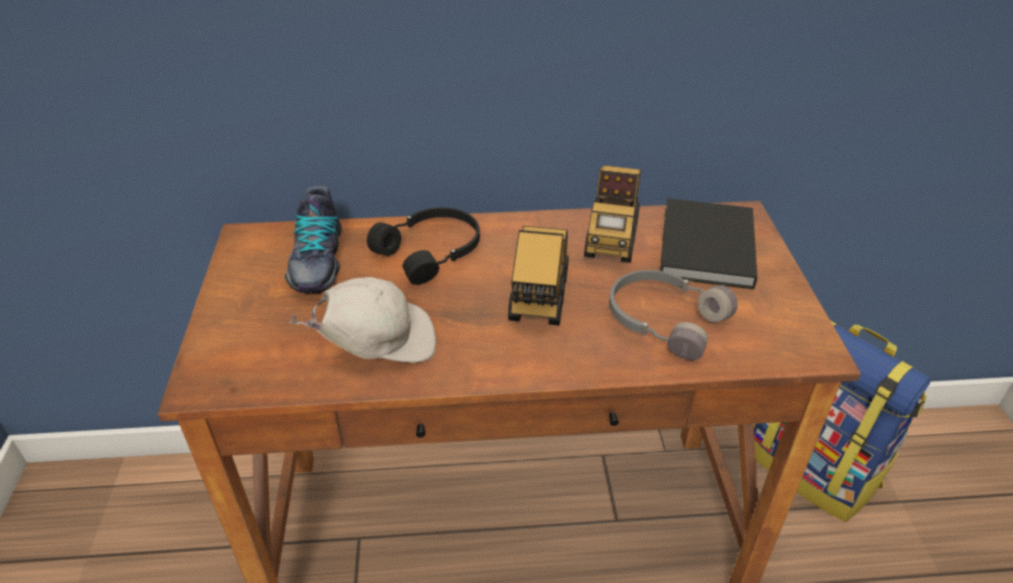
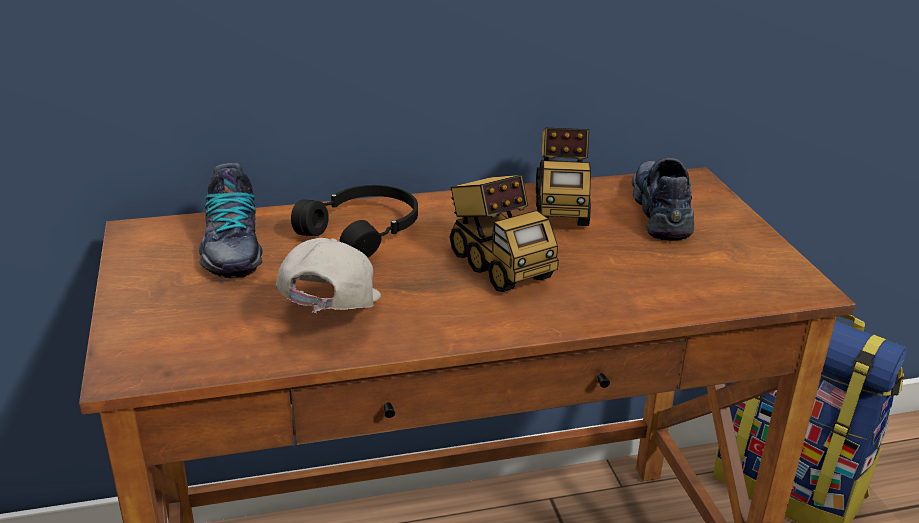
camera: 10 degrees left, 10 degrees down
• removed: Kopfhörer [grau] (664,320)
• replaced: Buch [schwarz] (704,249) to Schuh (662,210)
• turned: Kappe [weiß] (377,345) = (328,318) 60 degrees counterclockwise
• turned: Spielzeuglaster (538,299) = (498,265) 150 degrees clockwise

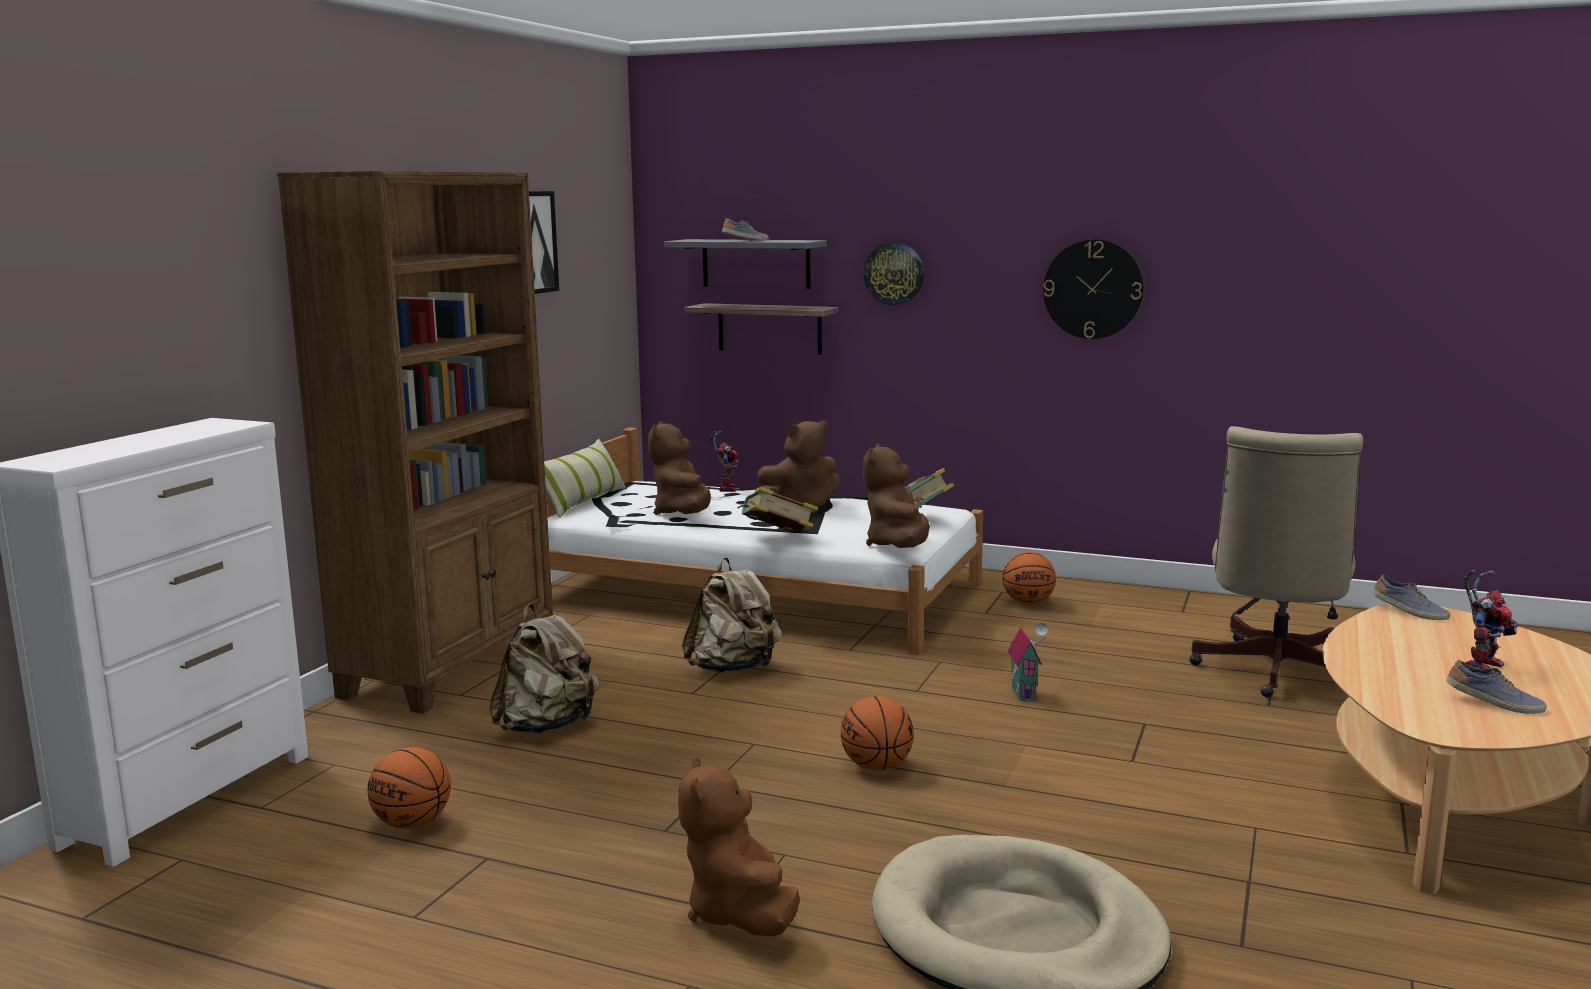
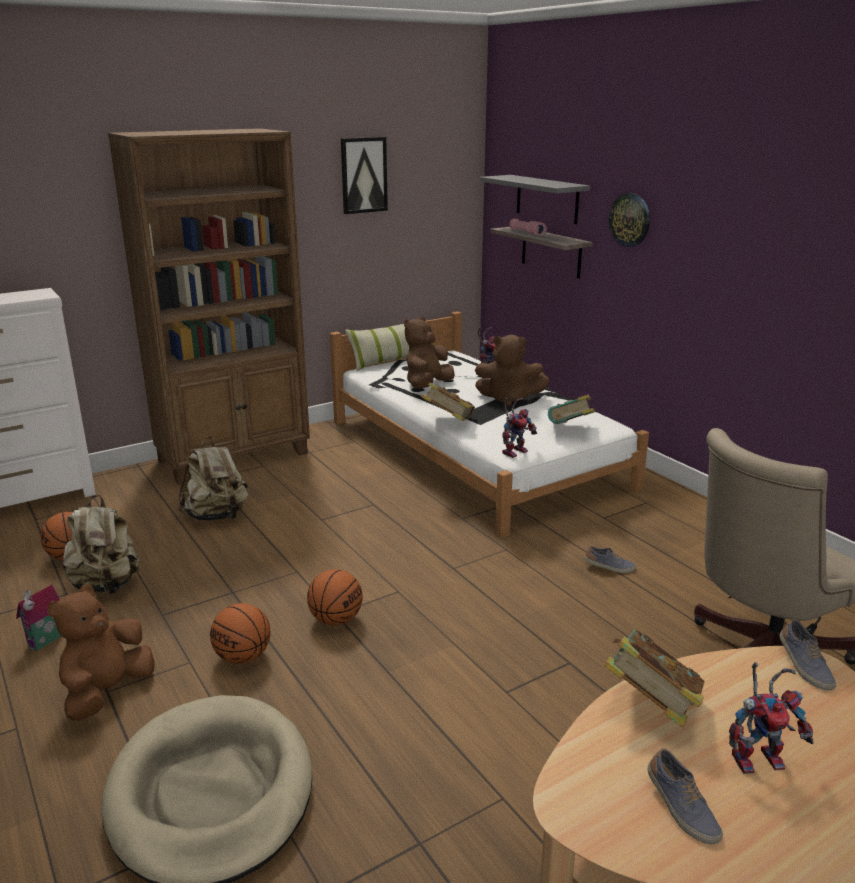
camera: 35 degrees right, 10 degrees up
• removed: Wanduhr (1093,289)
• added: Taschenlampe [rosa] (527,232)
• added: Buch (650,705)
• moved: Rucksack [beige] (733,669) to (106,585)
• moved: Schuh (746,240) to (609,568)
• moved: Basketball (1028,603) to (243,657)
• moved: Spielzeughaus (1026,693) to (47,641)
• replaced: Plüschtier [braun] (898,546) to Spielzeugroboter (515,451)

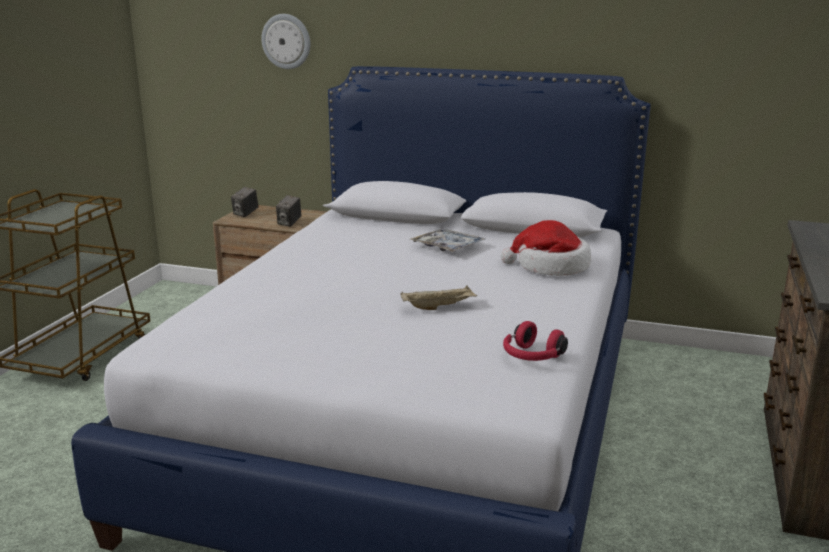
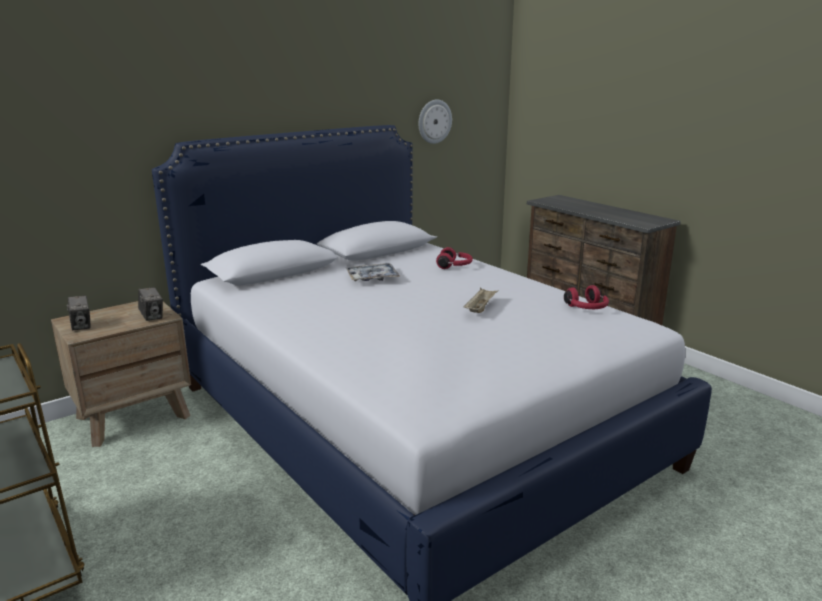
camera: 55 degrees left, 0 degrees up
• moved: Wanduhr (286,41) to (434,121)
• replaced: Hut (550,266) to Kopfhörer [rot] (455,266)

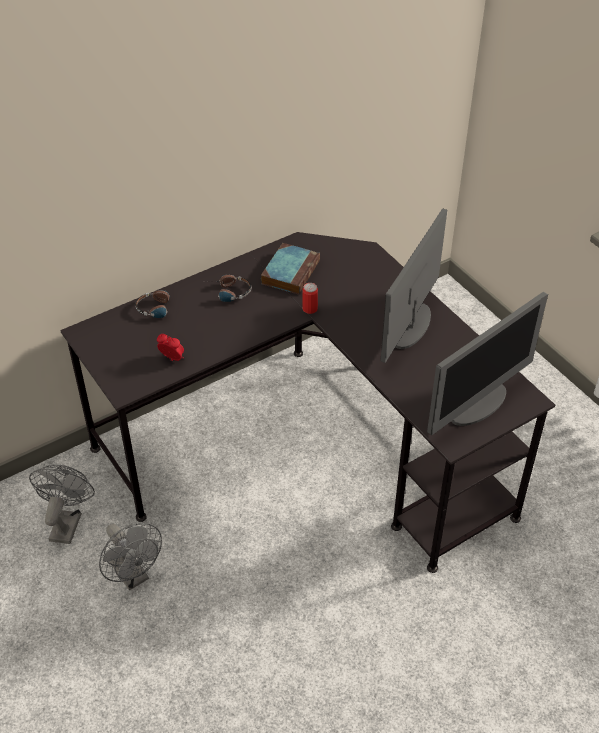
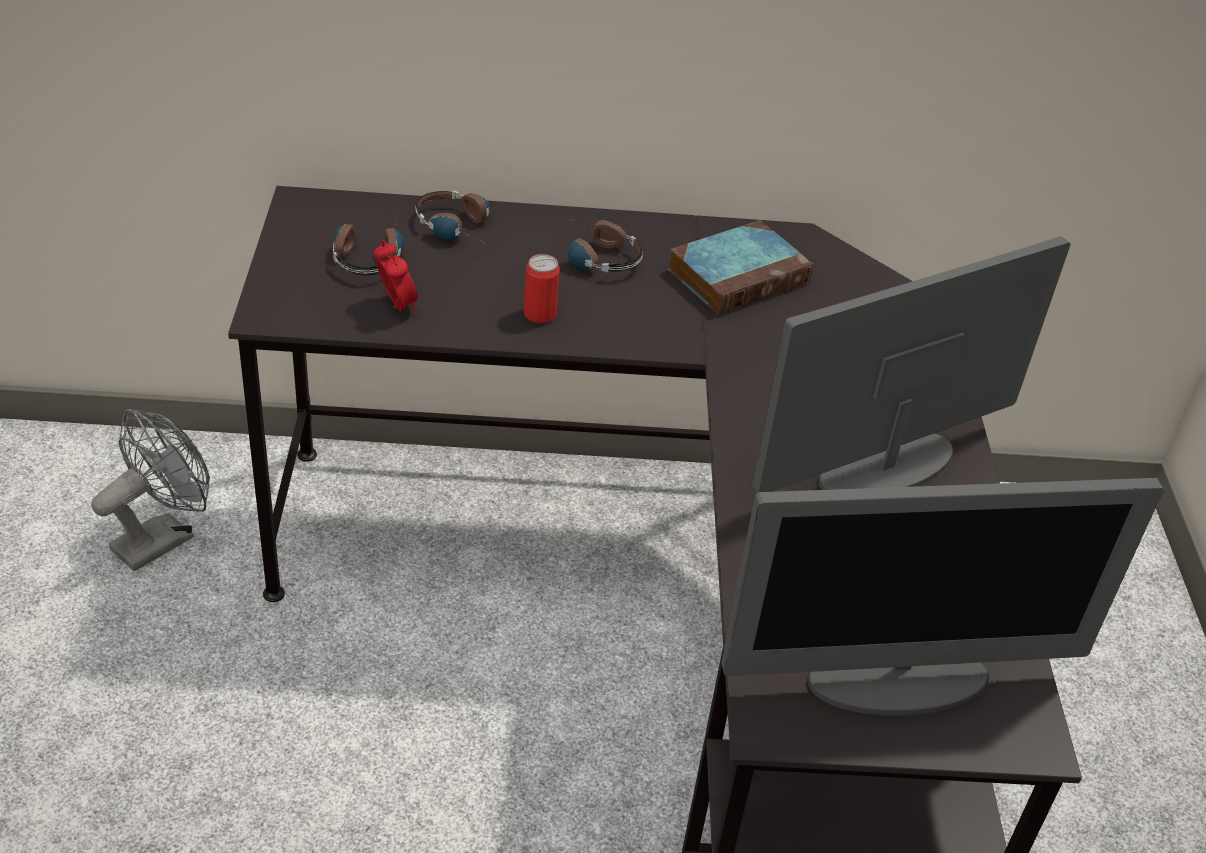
camera: 30 degrees right, 5 degrees down
• removed: Ventilator [grau] (133,576)
• added: Kopfhörer (368,254)
• moved: Dose (310,309) to (540,314)

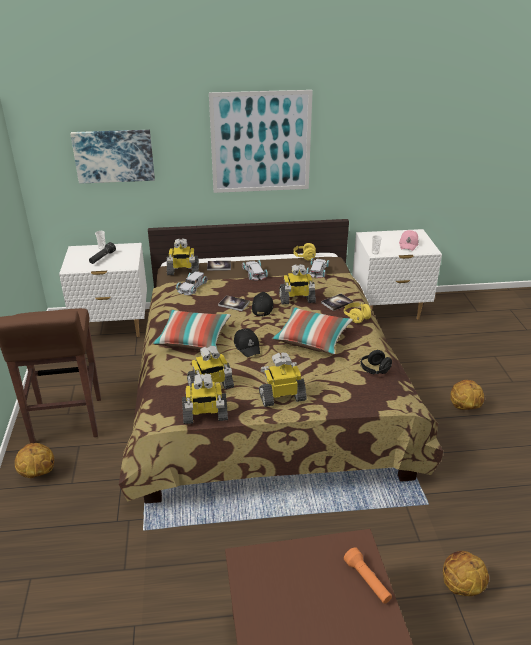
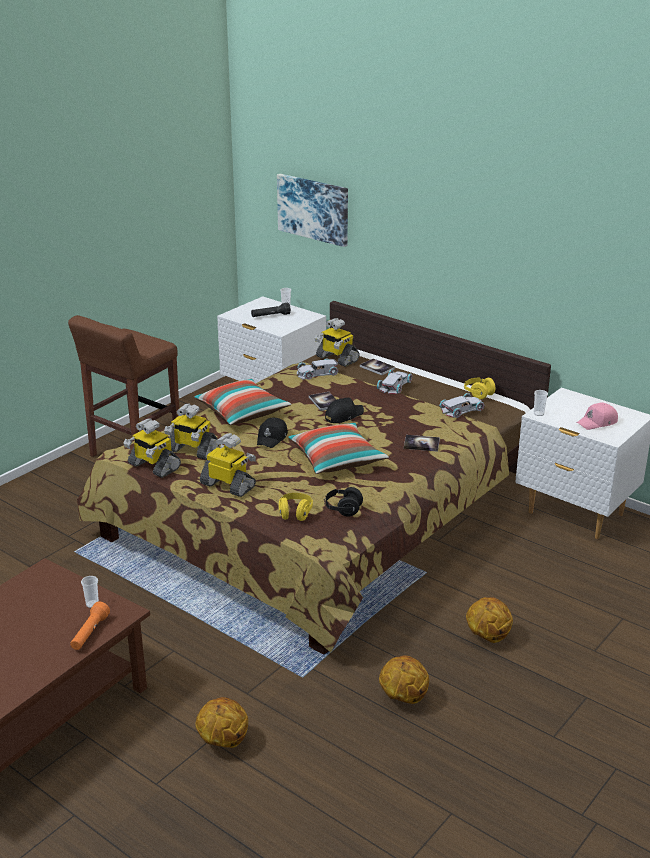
camera: 45 degrees right, 5 degrees down
• removed: Bild (261,142)
• removed: Spielzeugroboter (297,299)
• added: Tasse (92,604)
• moved: Basketball (37,473) to (402,697)
• moved: Kopfhörer [gelb] (356,317) to (295,514)

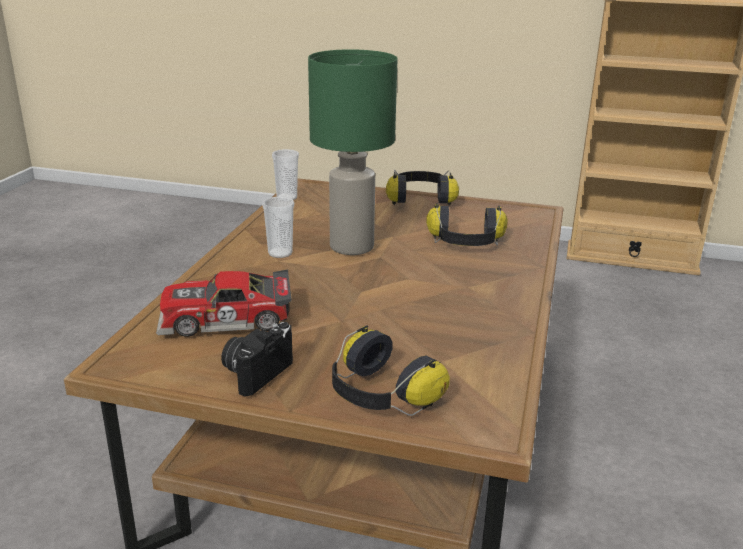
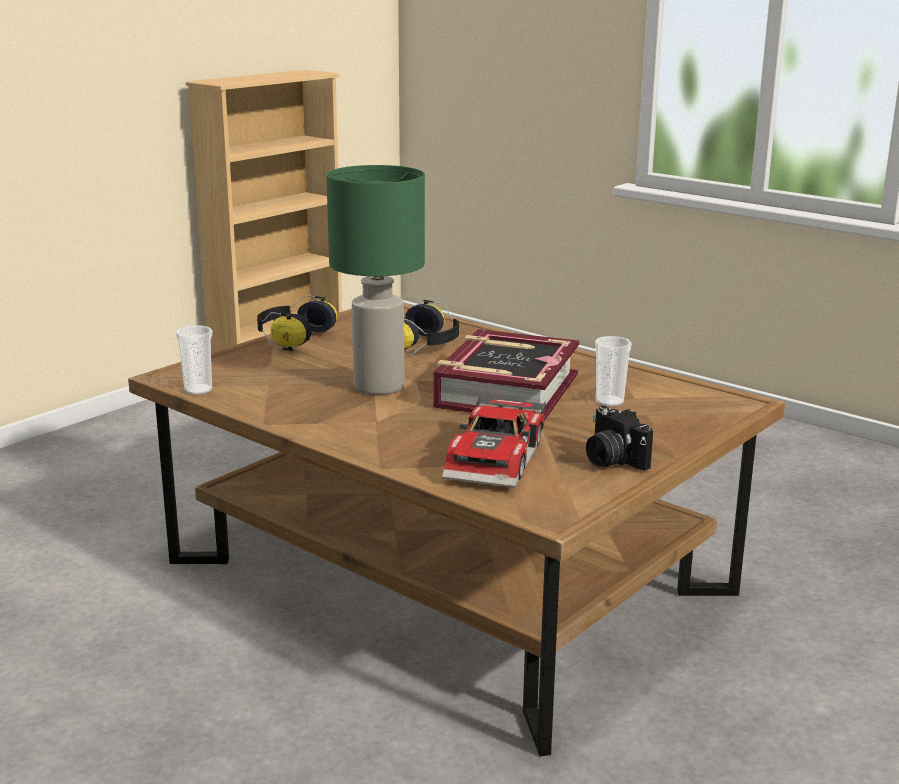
camera: 65 degrees left, 5 degrees down
• removed: Kopfhörer (380,395)
• added: Buch (506,390)
• moved: Tasse (280,253) to (609,402)

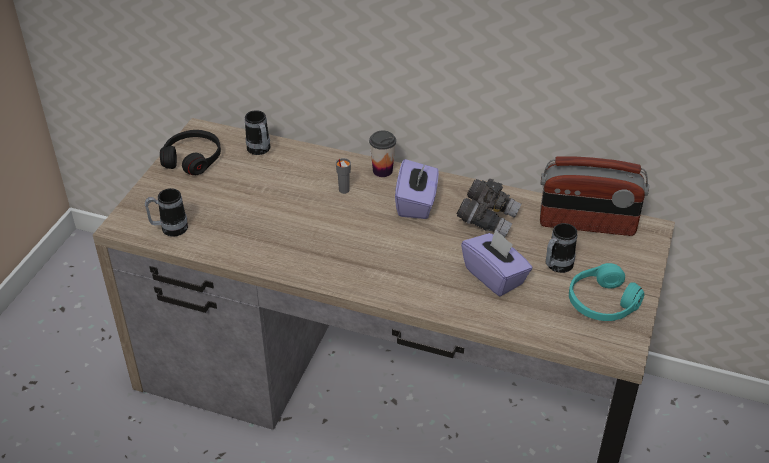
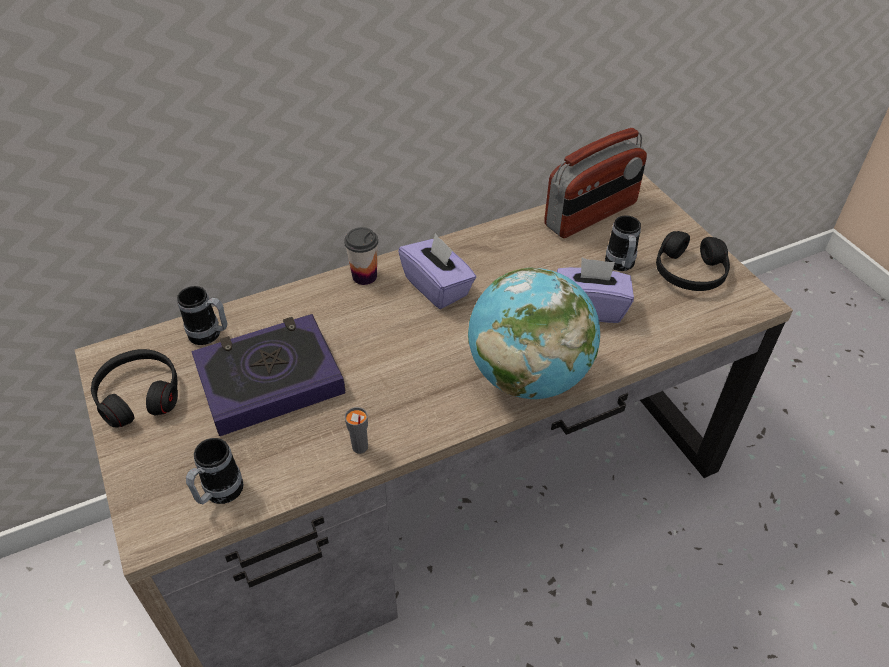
camera: 45 degrees left, 5 degrees up
• removed: Fernglas [grau] (487,219)
• added: Buch (269,379)
• added: Globus (528,376)
• moved: Tasse [grau] (343,190) to (360,447)
• recoloured: Kopfhörer [türkis] (602,302) to Kopfhörer [schwarz] (689,272)

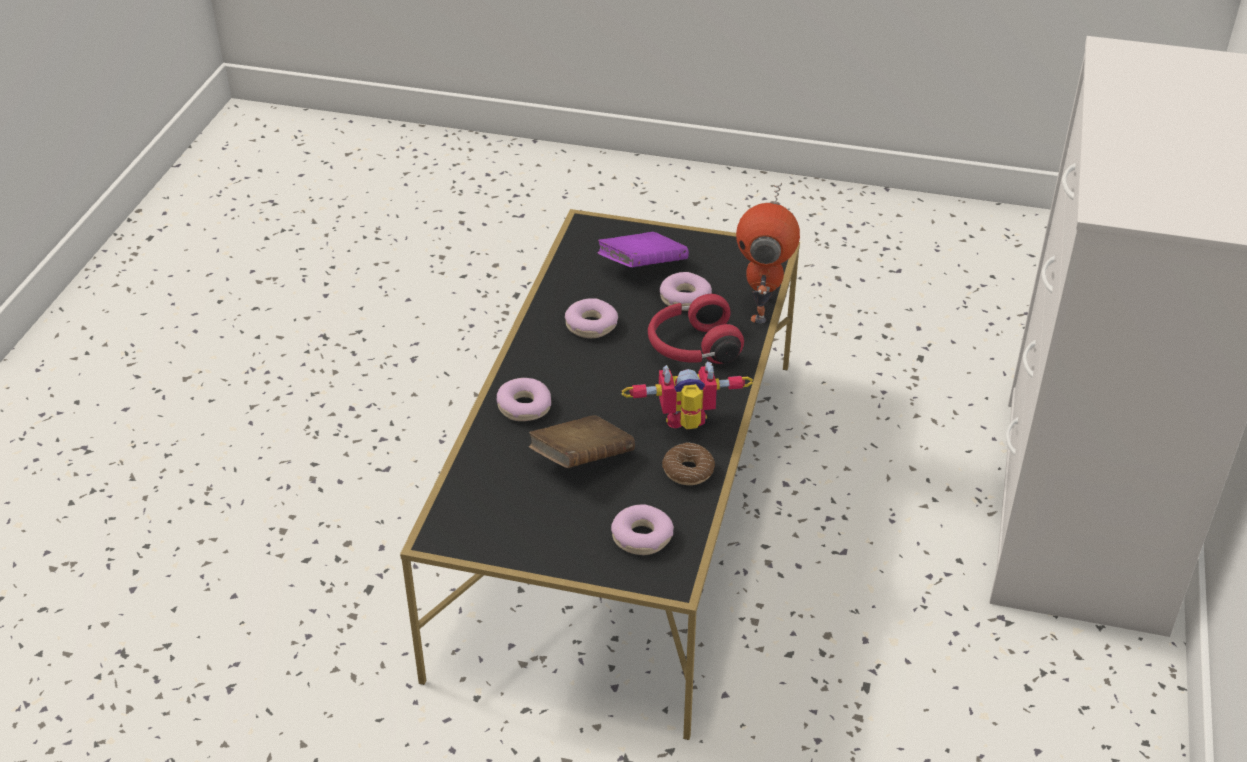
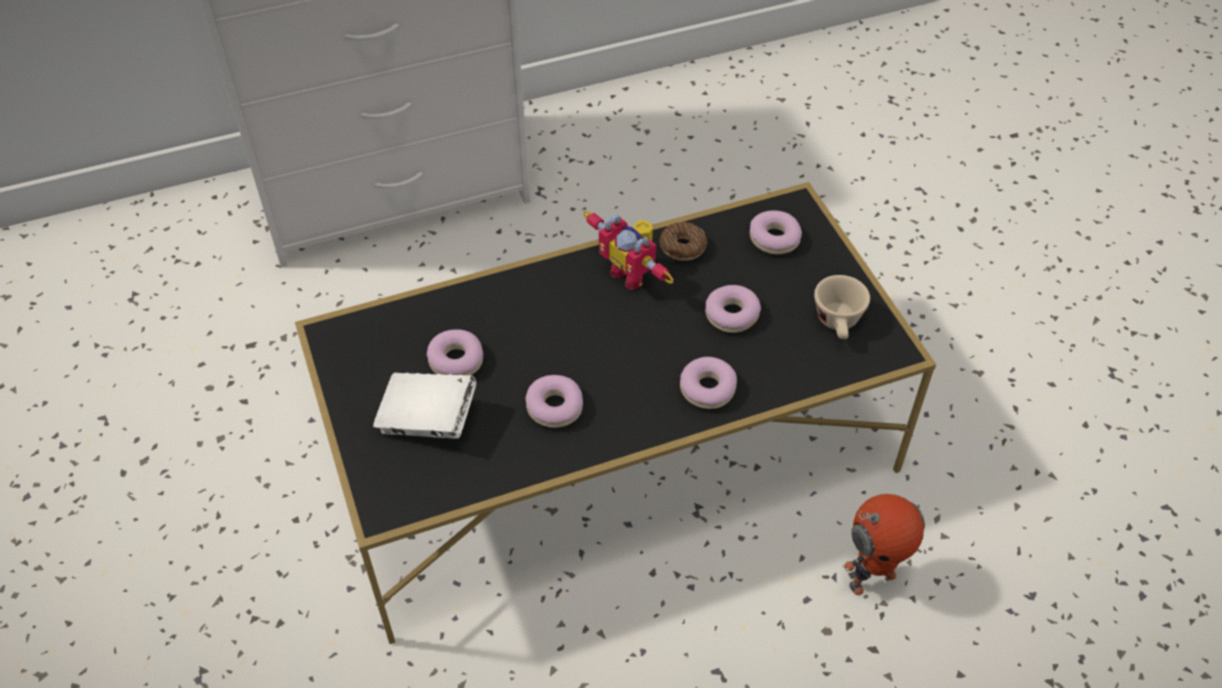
camera: 125 degrees left, 10 degrees up
• removed: Kopfhörer [rot] (692,348)
• added: Tasse [beige] (839,324)
• moved: Spielzeugroboter (763,309) to (871,577)
• replaced: Buch [braun] (582,460) to Donut (732,315)
• recoloured: Buch [lila] (642,267) to Buch [weiß] (428,419)

